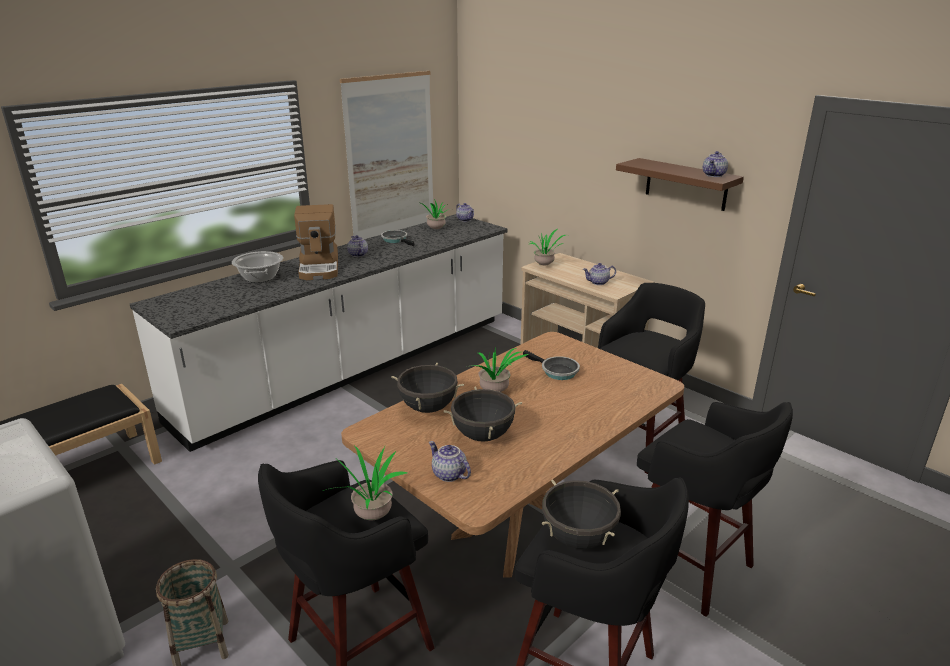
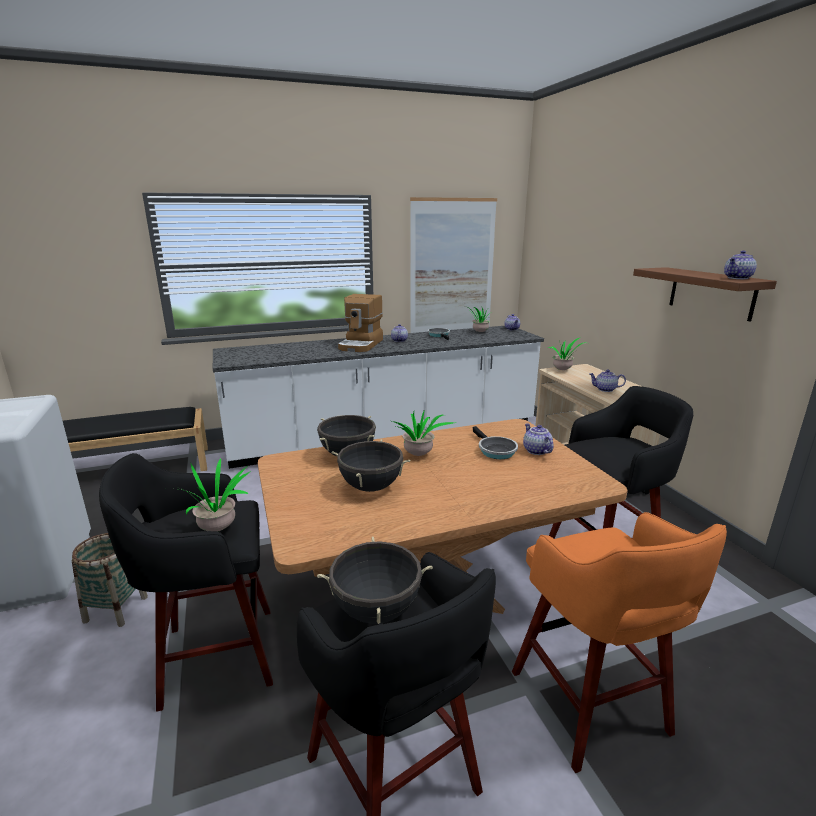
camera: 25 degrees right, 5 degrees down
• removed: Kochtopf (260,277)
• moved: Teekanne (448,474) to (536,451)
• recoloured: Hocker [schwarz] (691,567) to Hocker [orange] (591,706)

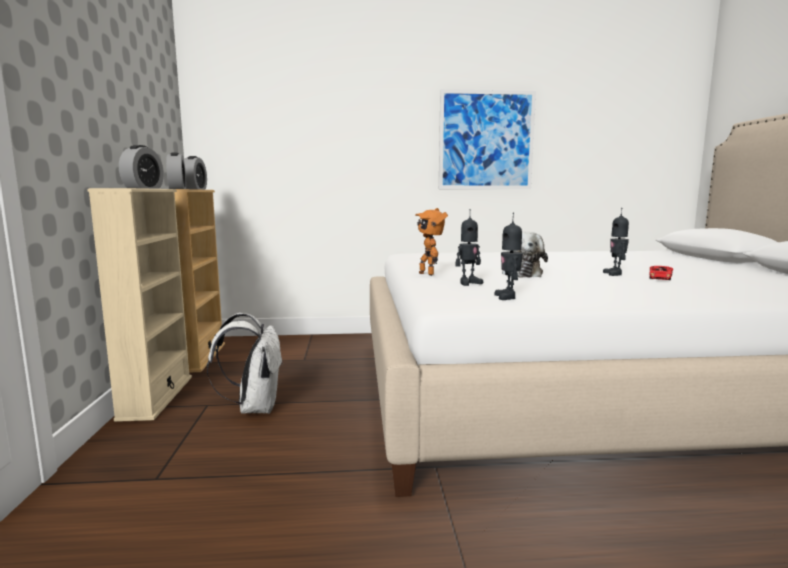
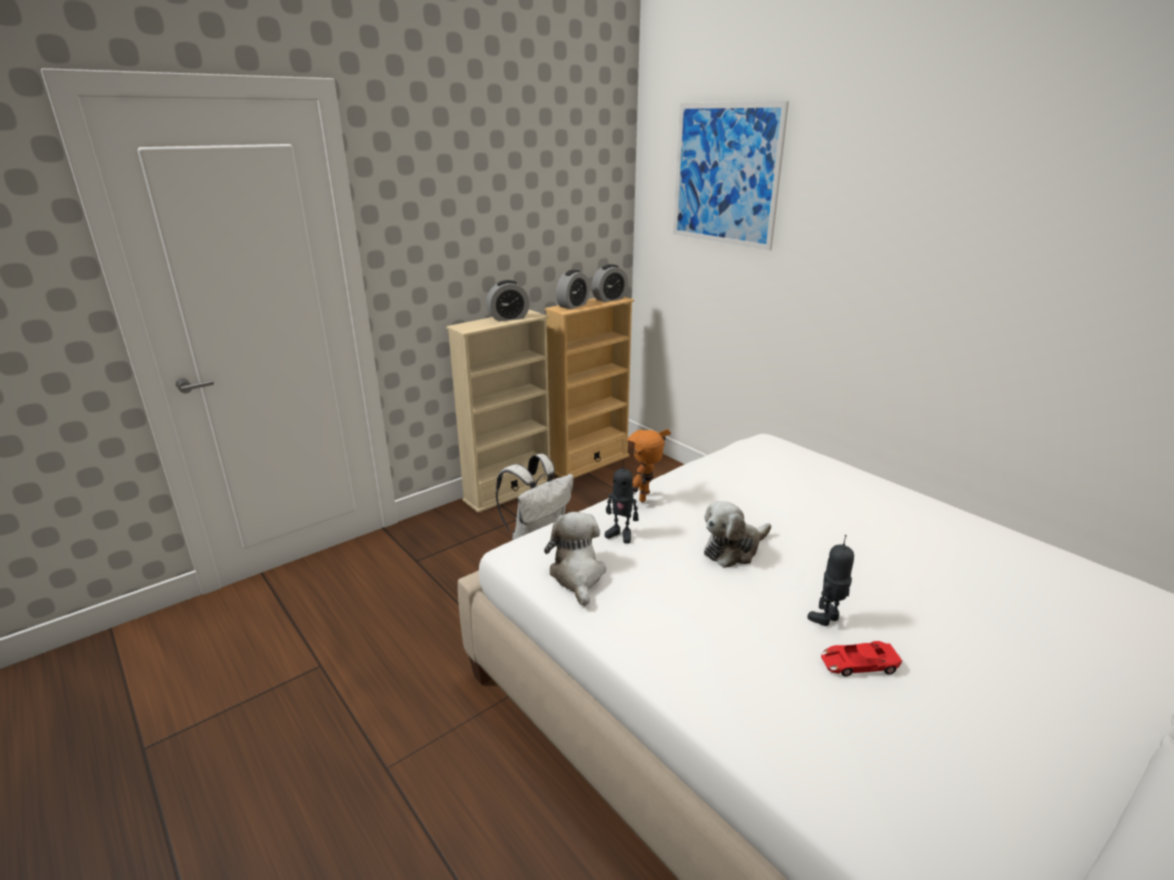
camera: 55 degrees right, 15 degrees up
• moved: Bild (486,140) to (725,174)
• replaced: Spielzeugroboter (508,297) to Plüschtier (577,575)

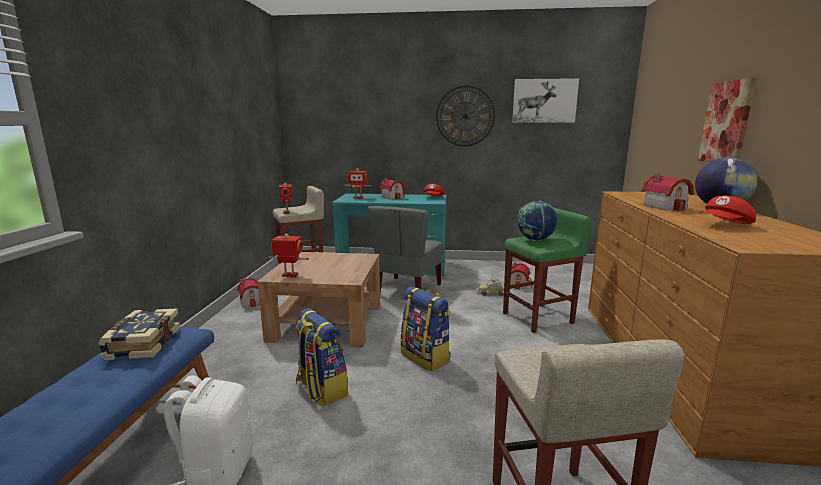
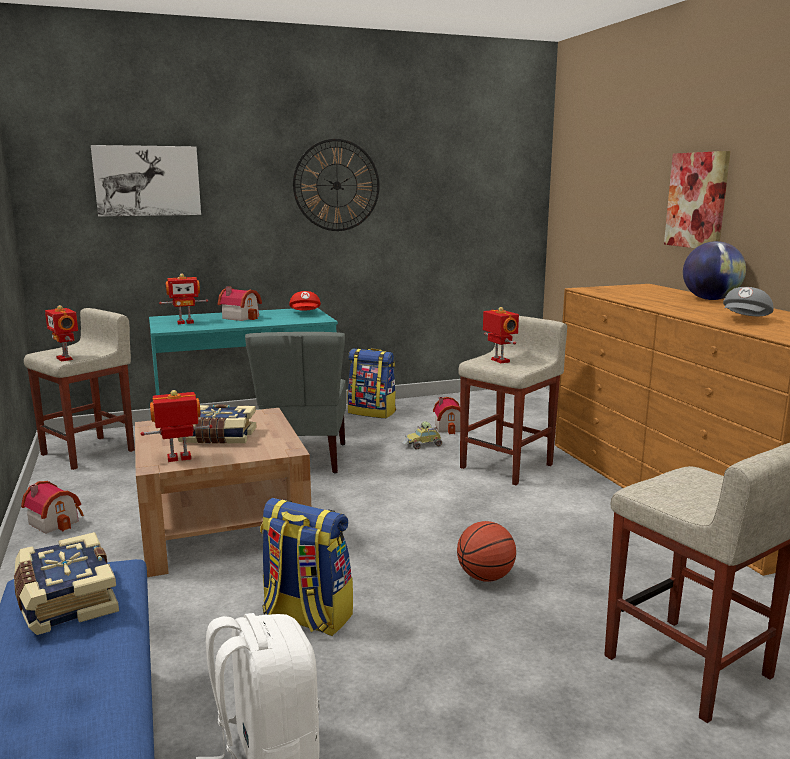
camera: 25 degrees left, 0 degrees up
• removed: Spielzeughaus (665,206)
• added: Buch (217,437)
• added: Basketball (485,577)
• moved: Rucksack (426,357) to (372,412)
• moved: Bild (544,101) to (147,181)
• replaced: Globus (535,240) to Spielzeugroboter (499,361)
• recoloured: Hocker [grün] (538,318) to Hocker [beige] (507,466)
• recoloured: Kappe [rot] (725,225) to Kappe [grau] (745,319)

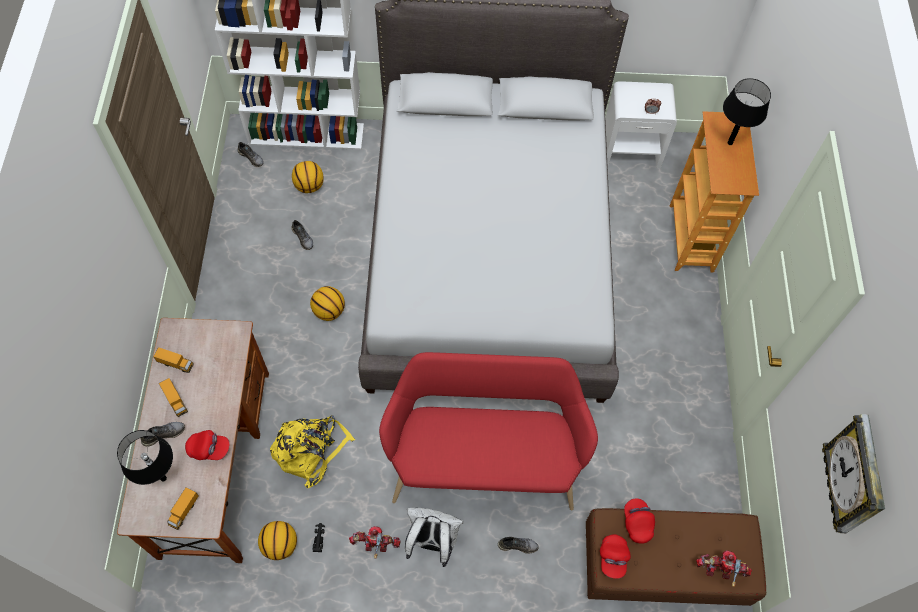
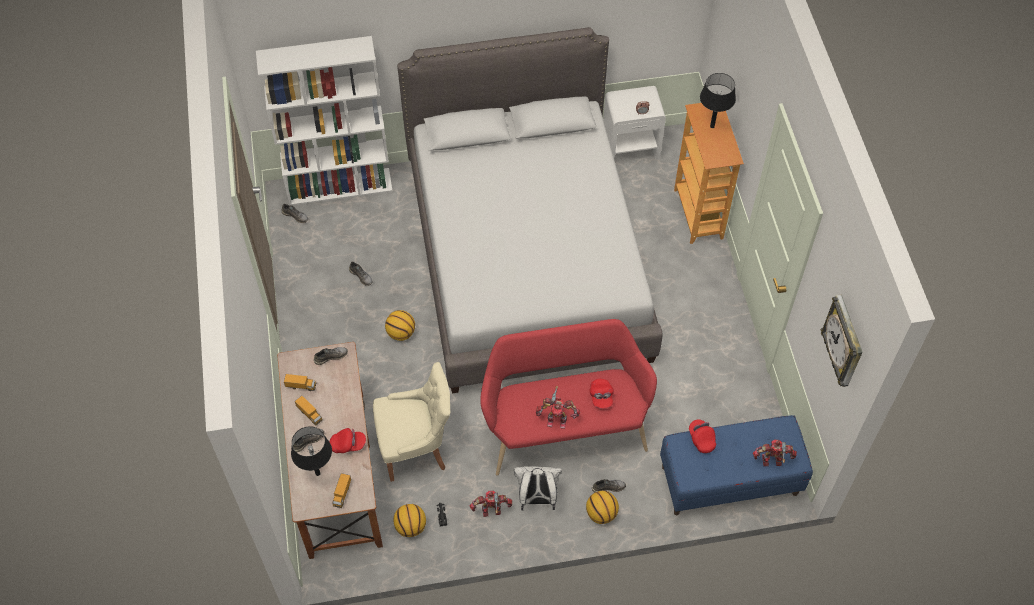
camera: 10 degrees left, 5 degrees down
• added: Schuh [grau] (331,356)
• added: Spielzeugroboter (557,419)
• moved: Basketball (309,186) to (601,513)
• moved: Kappe [rot] (613,558) to (601,397)
• replaced: Rucksack [gelb] (311,450) to Stuhl [beige] (416,448)
• recoloured: Bank [braun] (661,568) to Bank [blau] (729,481)

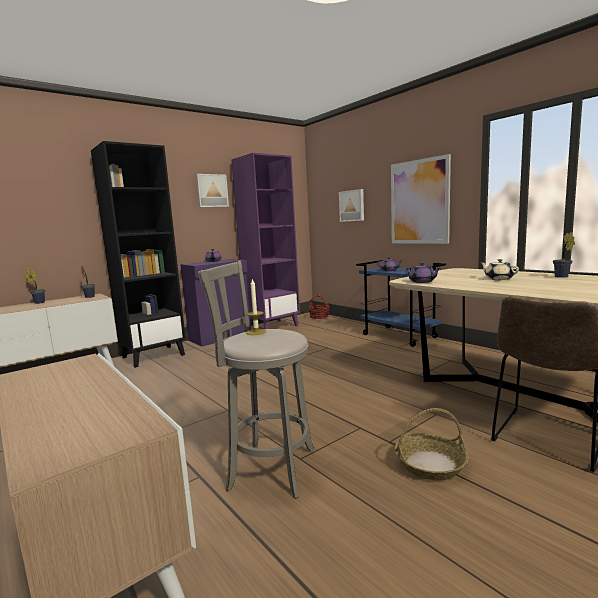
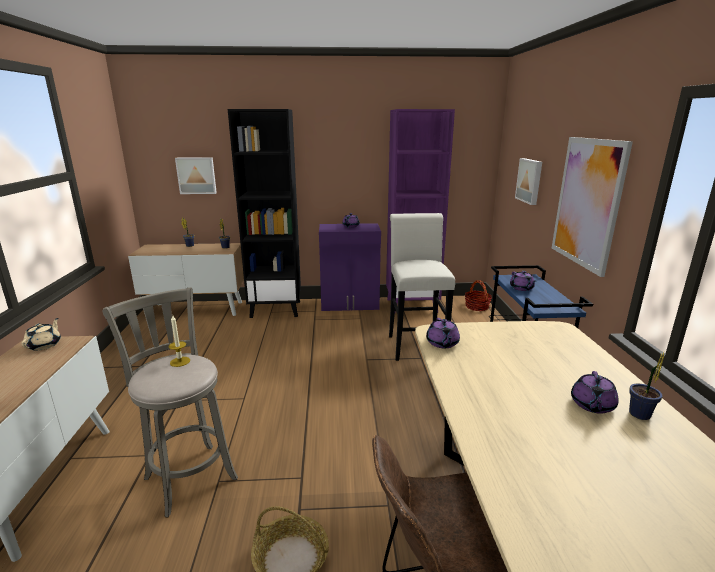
camera: 35 degrees right, 10 degrees up
• added: Hocker [weiß] (415,344)
• added: Teekanne [lila] (592,405)
• moved: Bild (211,191) to (196,175)
• moved: Teekanne [beige] (498,279) to (45,345)

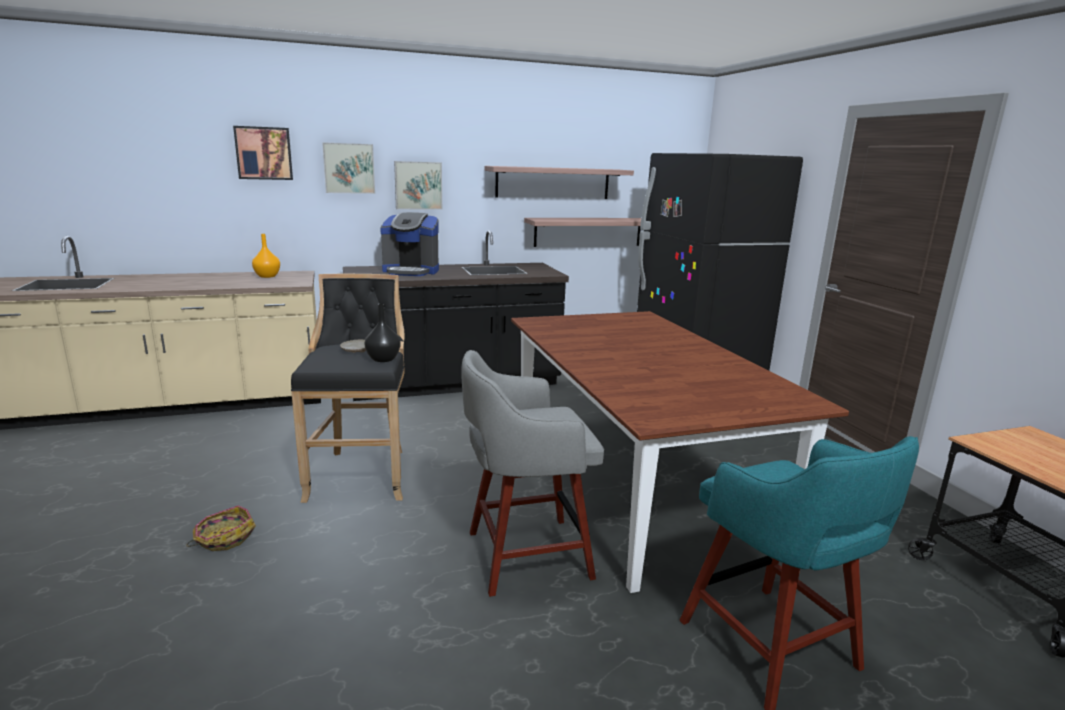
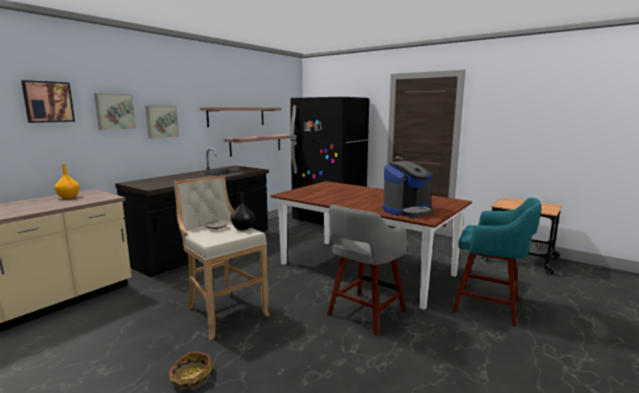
camera: 35 degrees left, 5 degrees down
• moved: Kaffeemaschine (411,271) to (407,210)
• recoloured: Hocker [schwarz] (361,473) to Hocker [beige] (223,312)

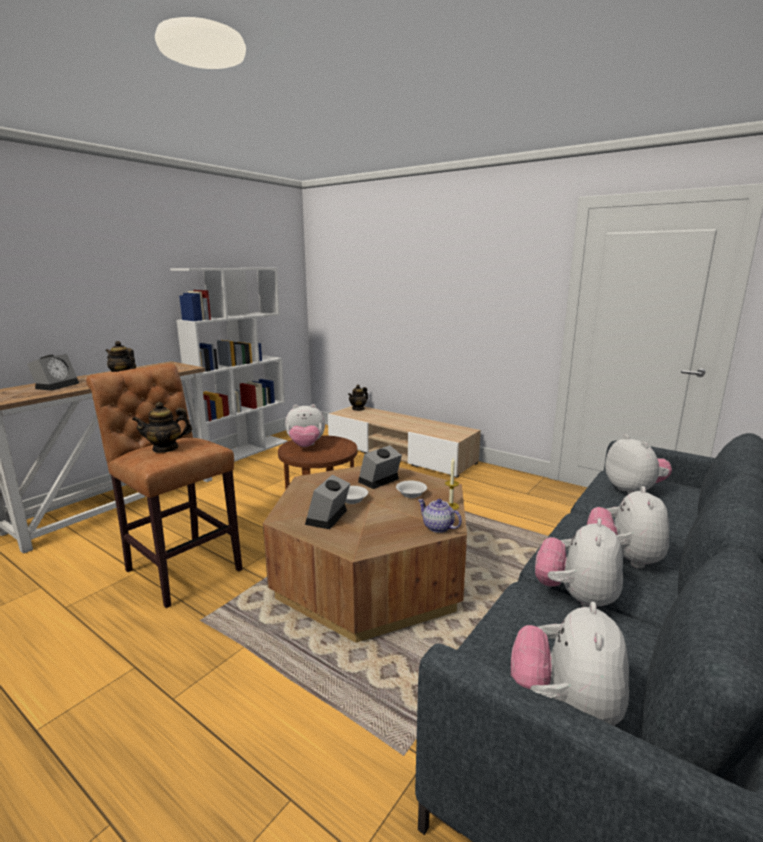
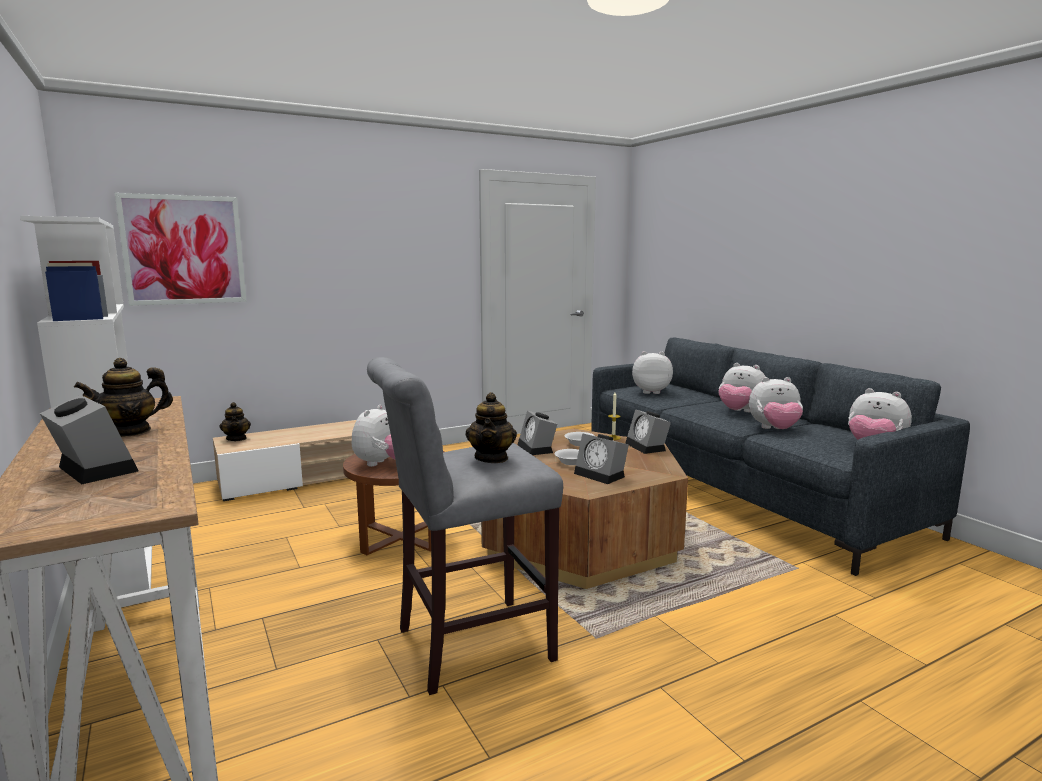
camera: 65 degrees left, 5 degrees down
• added: Bild (184,250)
• replaced: Teekanne (437,527) to Wecker (647,447)
• recoloured: Hocker [braun] (180,568) to Hocker [grau] (466,646)
• turned: Plüschtier (576,597) = (774,430) 45 degrees counterclockwise

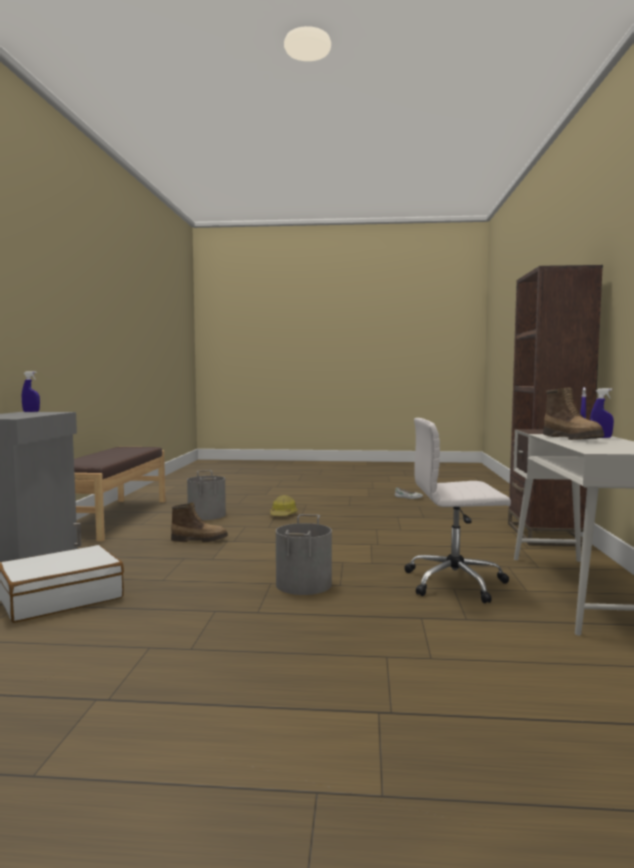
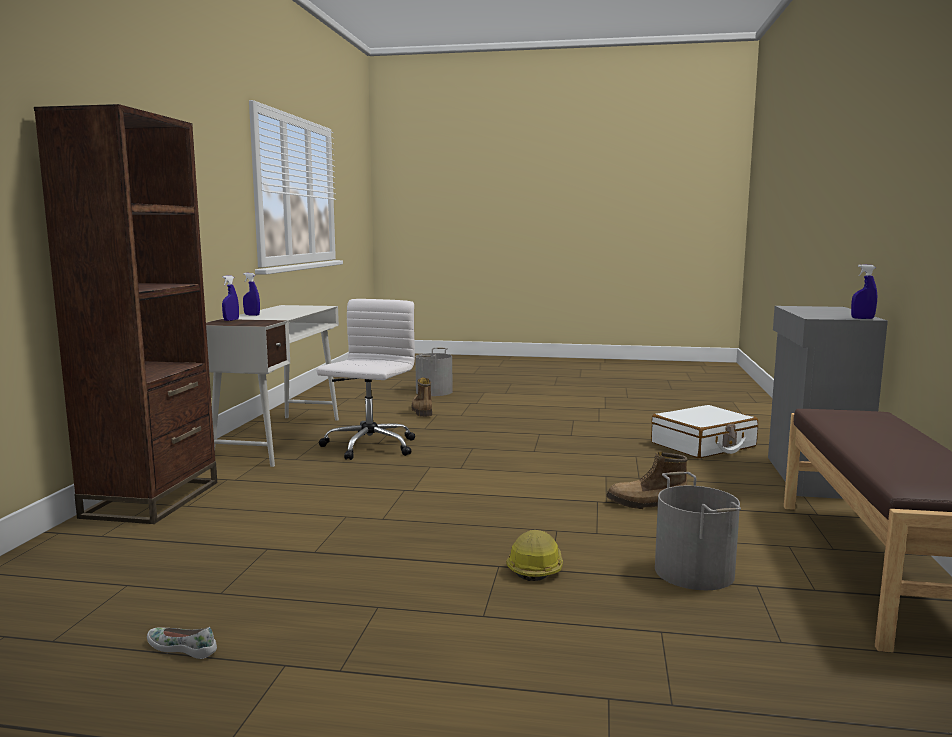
camera: 175 degrees left, 5 degrees up
• moved: Eimer [grau] (302,584) to (434,392)
• moved: Stiefel (573,438) to (421,411)
• turned: Bürostuhl [weiß] (456,583) = (369,447) 75 degrees counterclockwise

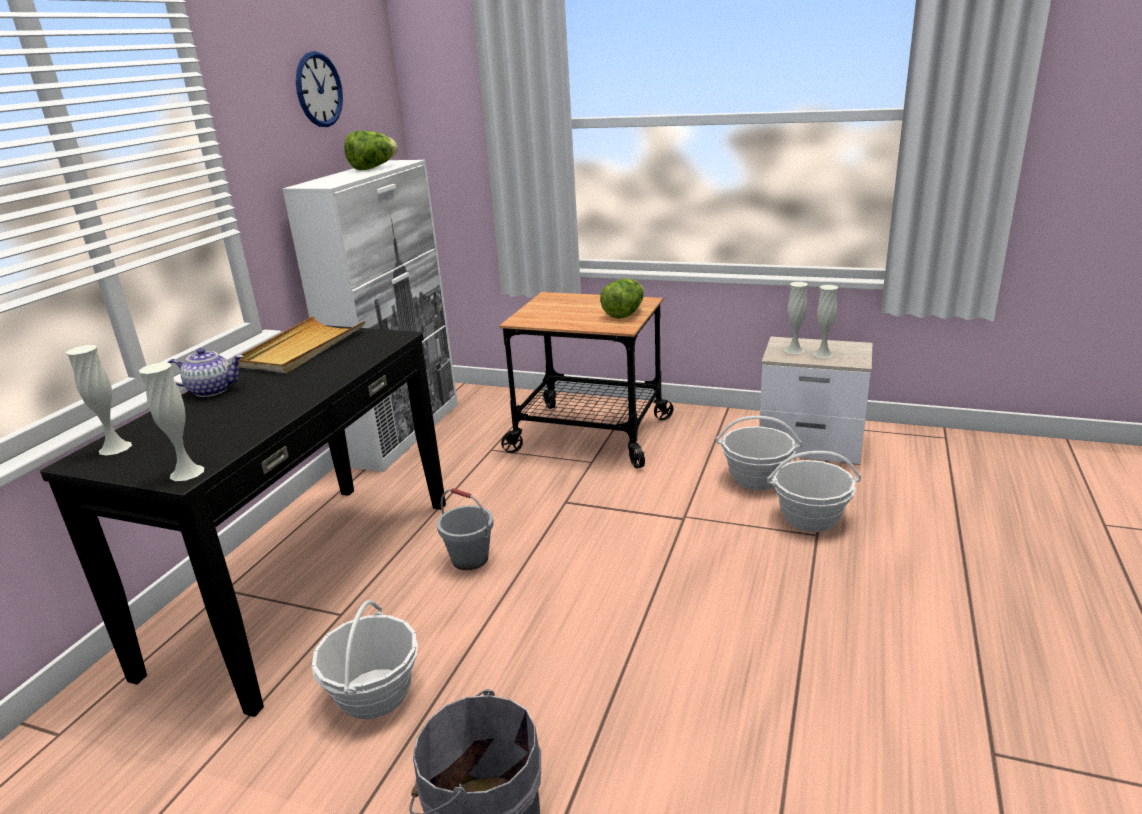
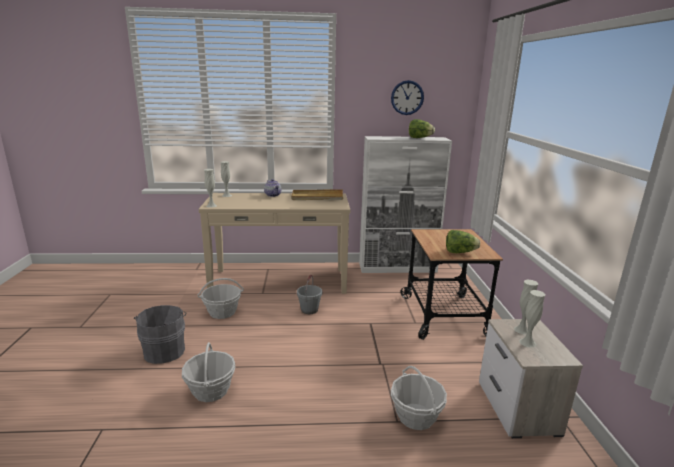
camera: 65 degrees right, 5 degrees down
• moved: Korb (756,478) to (211,390)
• recoloured: Konsolentisch [schwarz] (308,580) to Konsolentisch [beige] (279,281)

